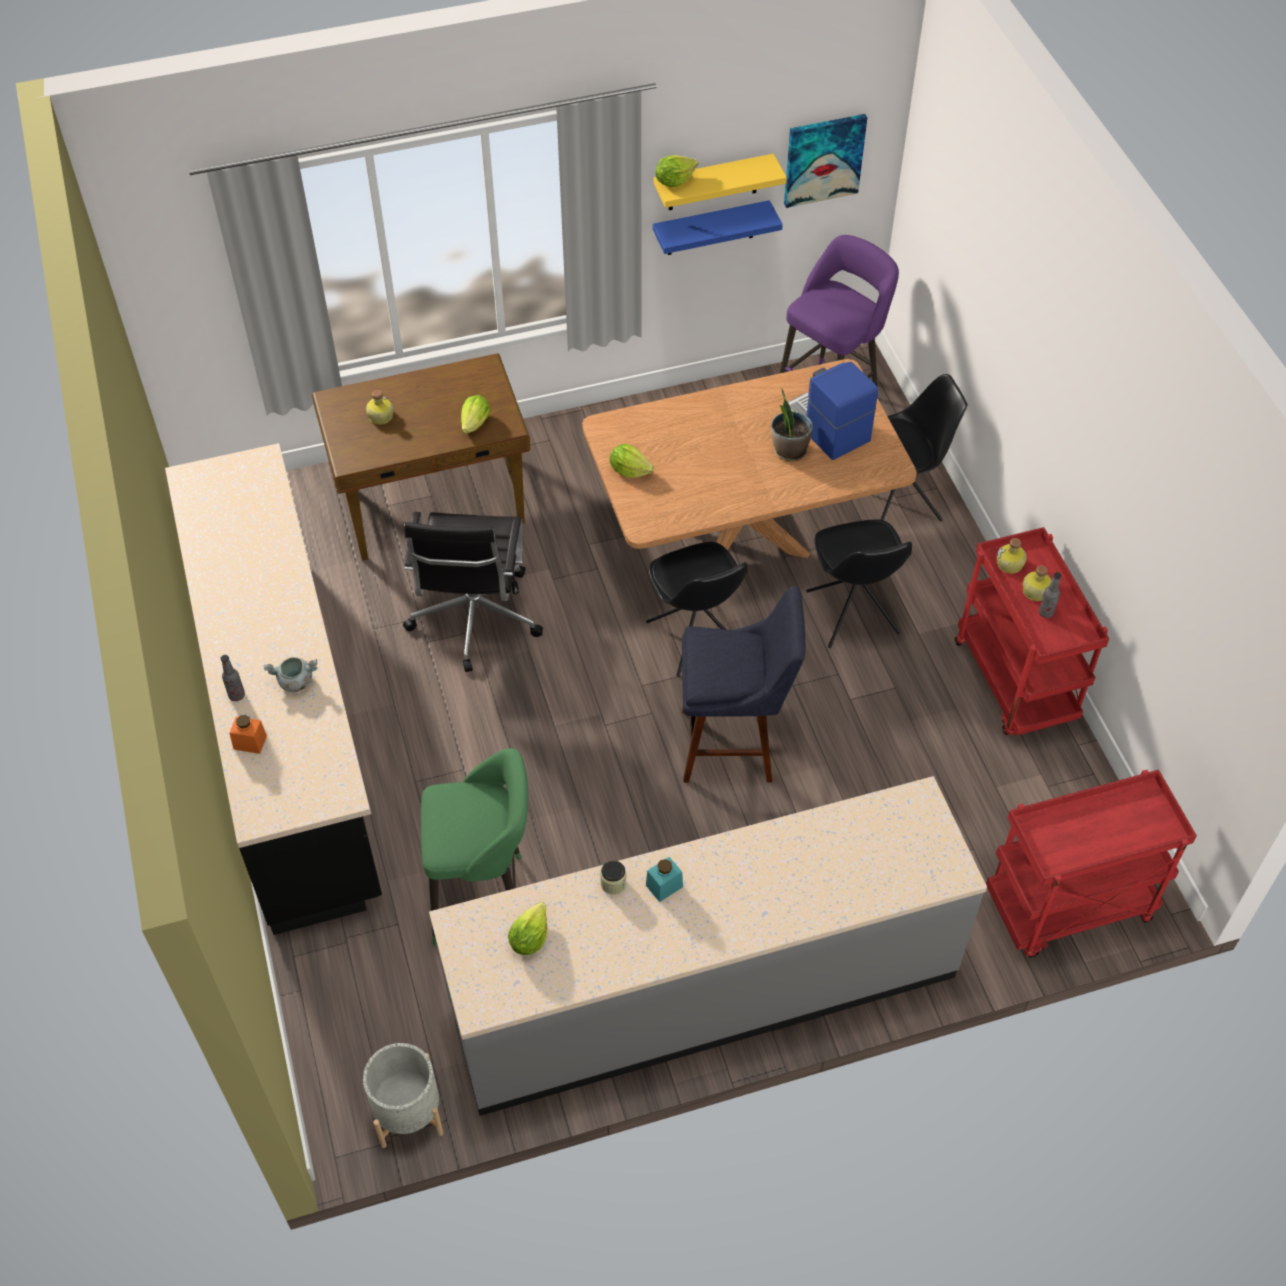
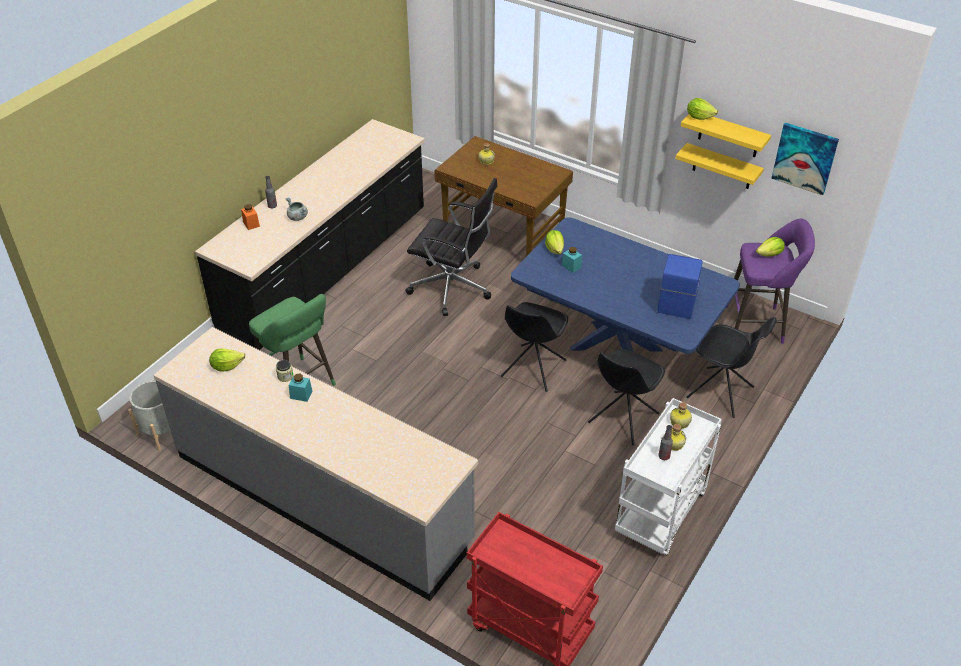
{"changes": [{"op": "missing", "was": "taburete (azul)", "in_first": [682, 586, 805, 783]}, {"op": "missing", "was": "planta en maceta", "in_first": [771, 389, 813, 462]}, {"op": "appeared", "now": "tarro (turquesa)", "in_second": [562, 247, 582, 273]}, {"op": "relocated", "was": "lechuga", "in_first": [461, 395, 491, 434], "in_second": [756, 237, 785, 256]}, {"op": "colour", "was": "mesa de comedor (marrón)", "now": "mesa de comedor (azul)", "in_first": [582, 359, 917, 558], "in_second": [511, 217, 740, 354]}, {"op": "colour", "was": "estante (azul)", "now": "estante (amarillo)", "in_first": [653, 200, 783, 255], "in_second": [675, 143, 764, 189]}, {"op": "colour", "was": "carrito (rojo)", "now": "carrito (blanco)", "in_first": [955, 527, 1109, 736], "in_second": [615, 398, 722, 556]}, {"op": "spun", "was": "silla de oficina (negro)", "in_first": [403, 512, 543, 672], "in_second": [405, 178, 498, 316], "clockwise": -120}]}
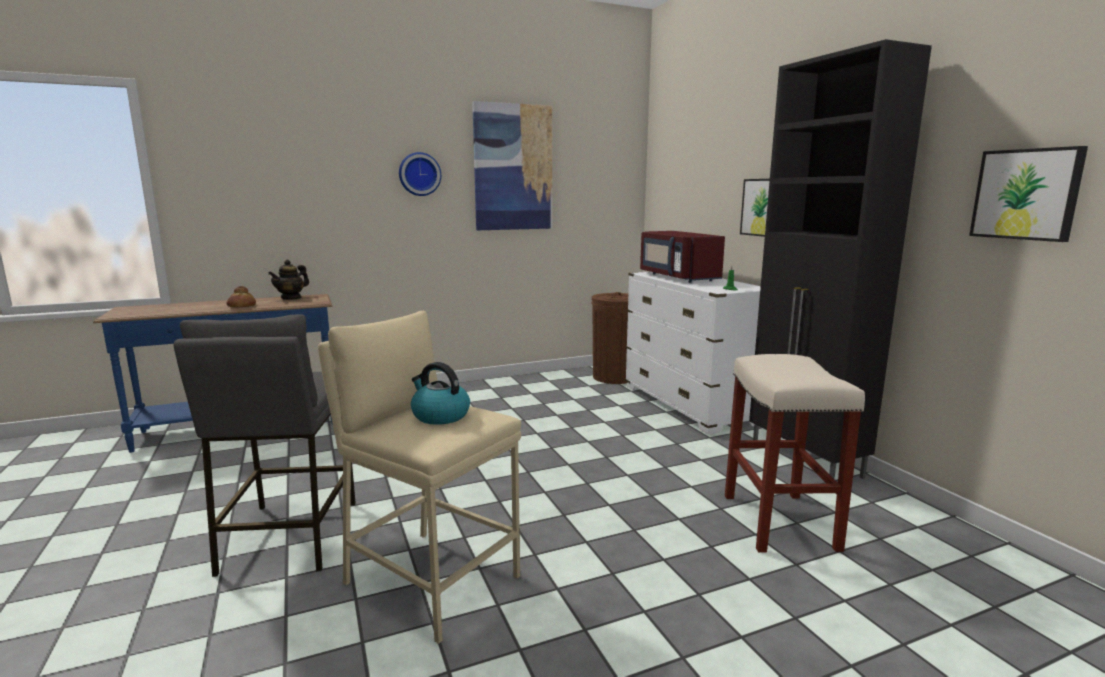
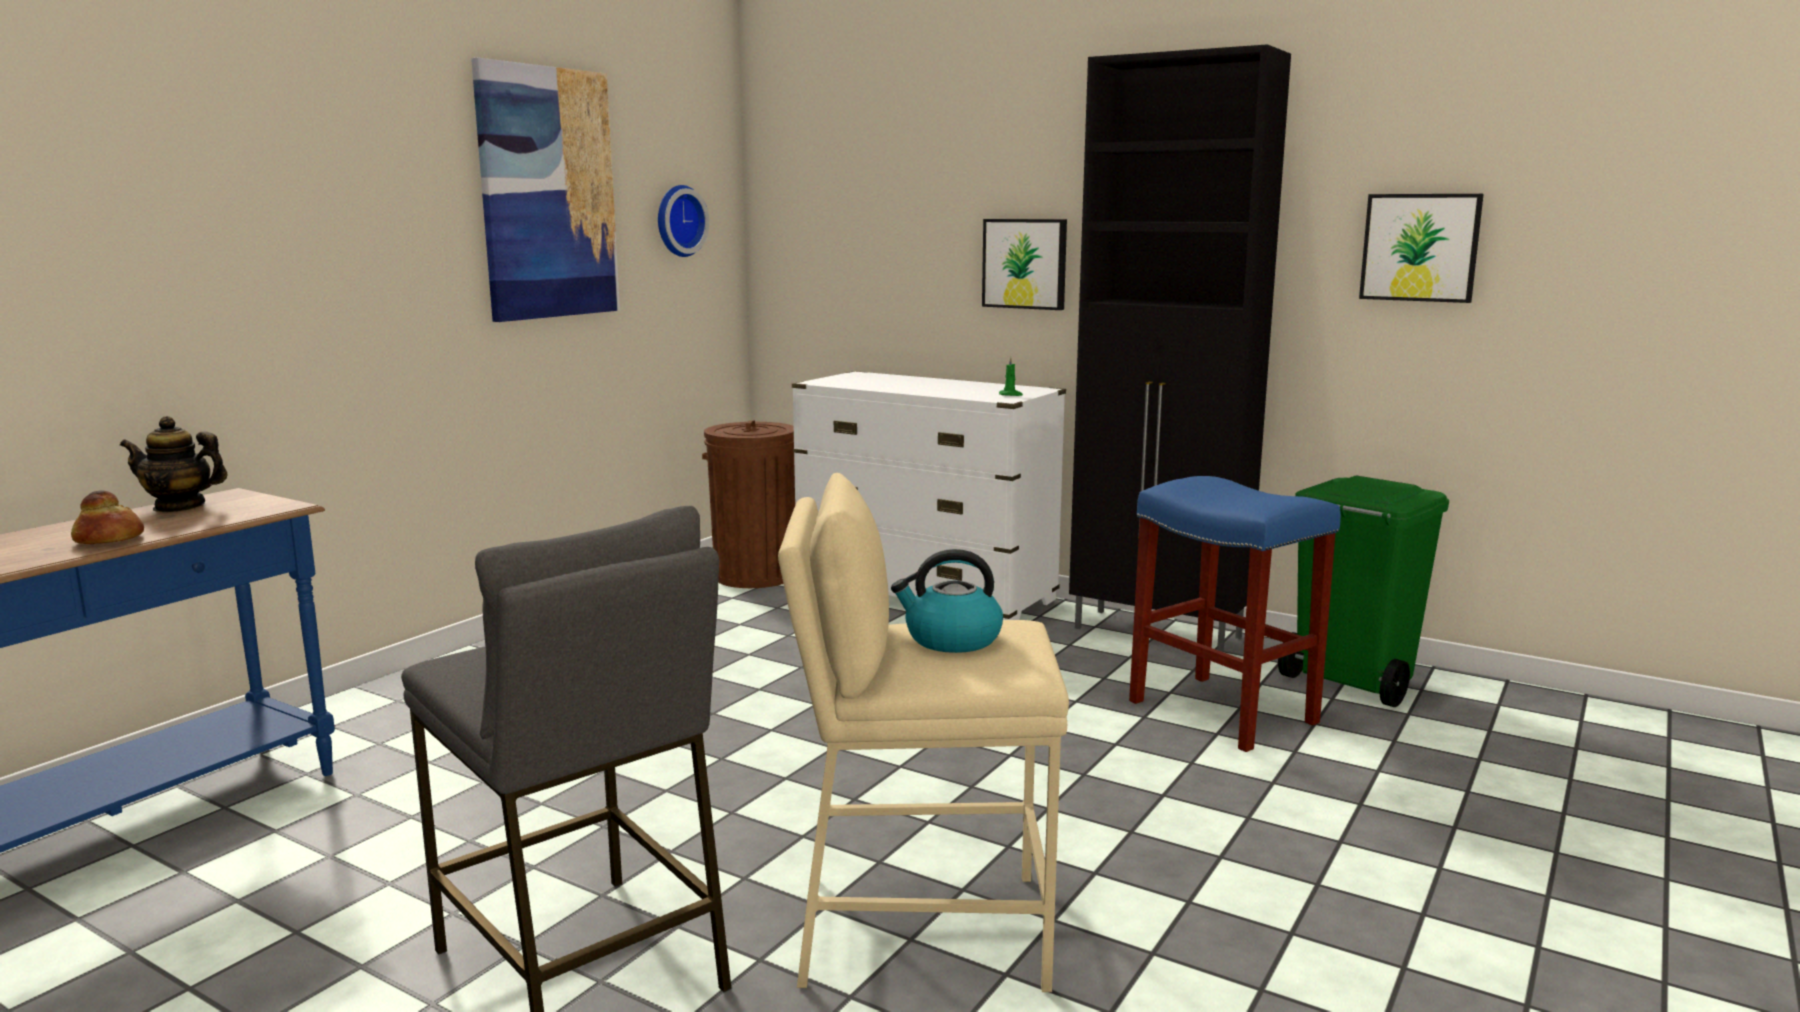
{"changes": [{"op": "missing", "was": "microondas (rojo)", "in_first": [640, 231, 725, 283]}, {"op": "appeared", "now": "papelera (verde)", "in_second": [1278, 476, 1449, 707]}, {"op": "relocated", "was": "reloj de pared", "in_first": [399, 152, 441, 196], "in_second": [658, 185, 709, 257]}, {"op": "colour", "was": "taburete (beis)", "now": "taburete (azul)", "in_first": [725, 354, 865, 553], "in_second": [1129, 476, 1341, 752]}, {"op": "spun", "was": "tetera", "in_first": [268, 259, 309, 300], "in_second": [120, 416, 228, 512], "clockwise": 90}]}
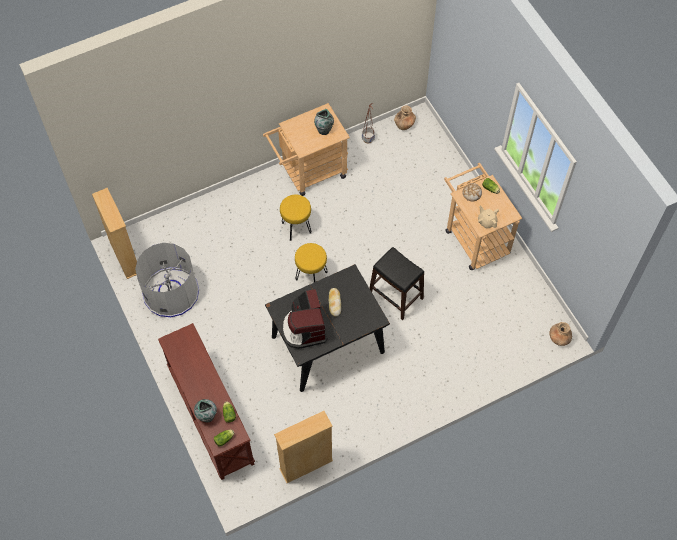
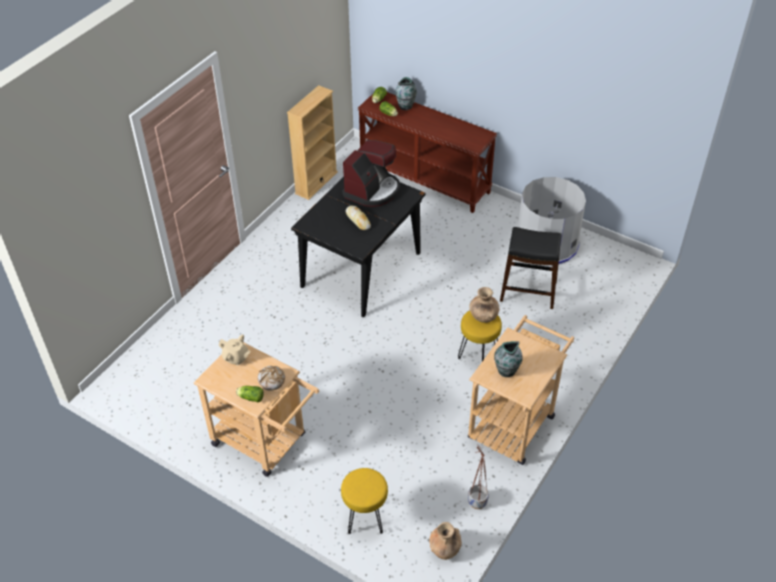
{"changes": [{"op": "missing", "was": "estantería (beis)", "in_first": [92, 188, 137, 279]}, {"op": "relocated", "was": "taburete (amarillo)", "in_first": [295, 243, 328, 282], "in_second": [341, 468, 388, 534]}, {"op": "relocated", "was": "taburete (negro)", "in_first": [370, 247, 424, 320], "in_second": [500, 227, 562, 309]}, {"op": "relocated", "was": "florero (marrón)", "in_first": [549, 322, 572, 346], "in_second": [469, 287, 500, 323]}, {"op": "spun", "was": "cafetera", "in_first": [281, 289, 328, 349], "in_second": [342, 140, 400, 207], "clockwise": 75}]}
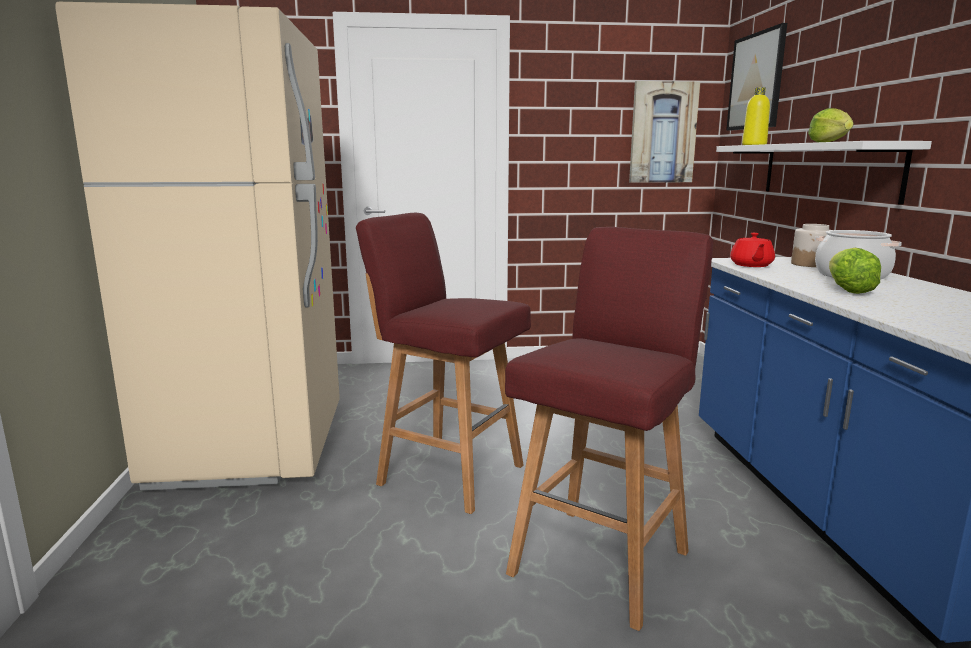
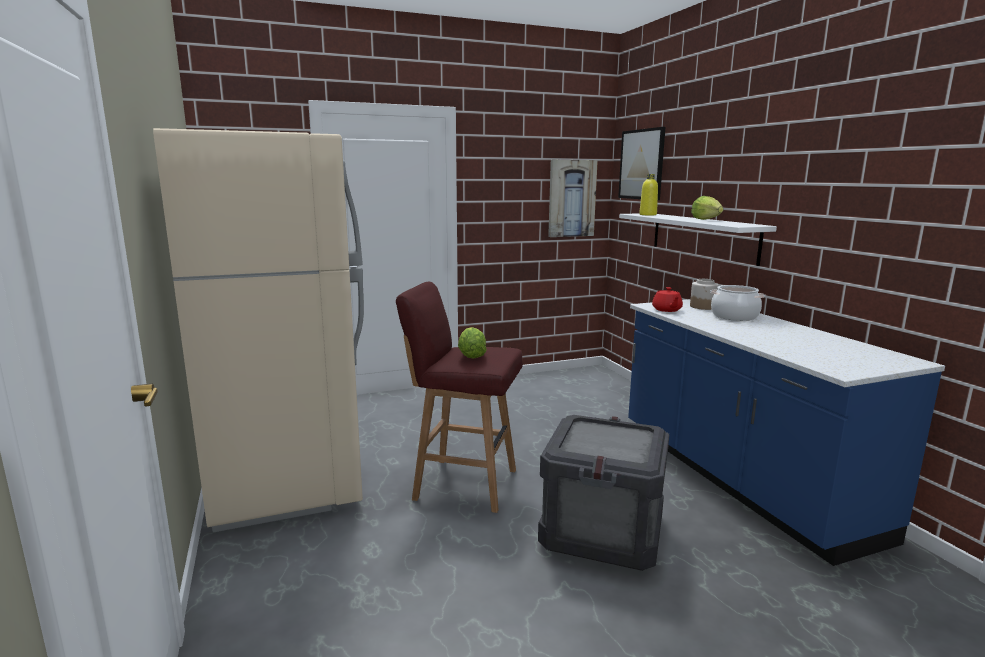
{"changes": [{"op": "relocated", "was": "lechuga", "in_first": [829, 248, 881, 294], "in_second": [458, 327, 487, 359]}, {"op": "exchanged", "was": "taburete (rojo)", "now": "caja de embalaje", "in_first": [505, 227, 713, 631], "in_second": [538, 415, 669, 571]}]}
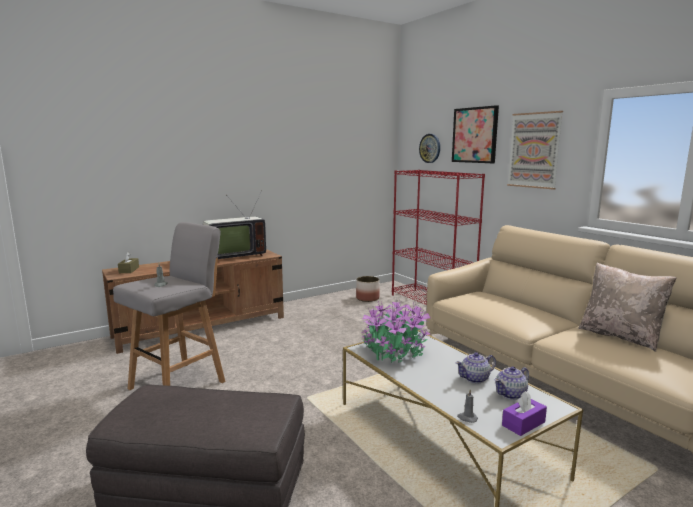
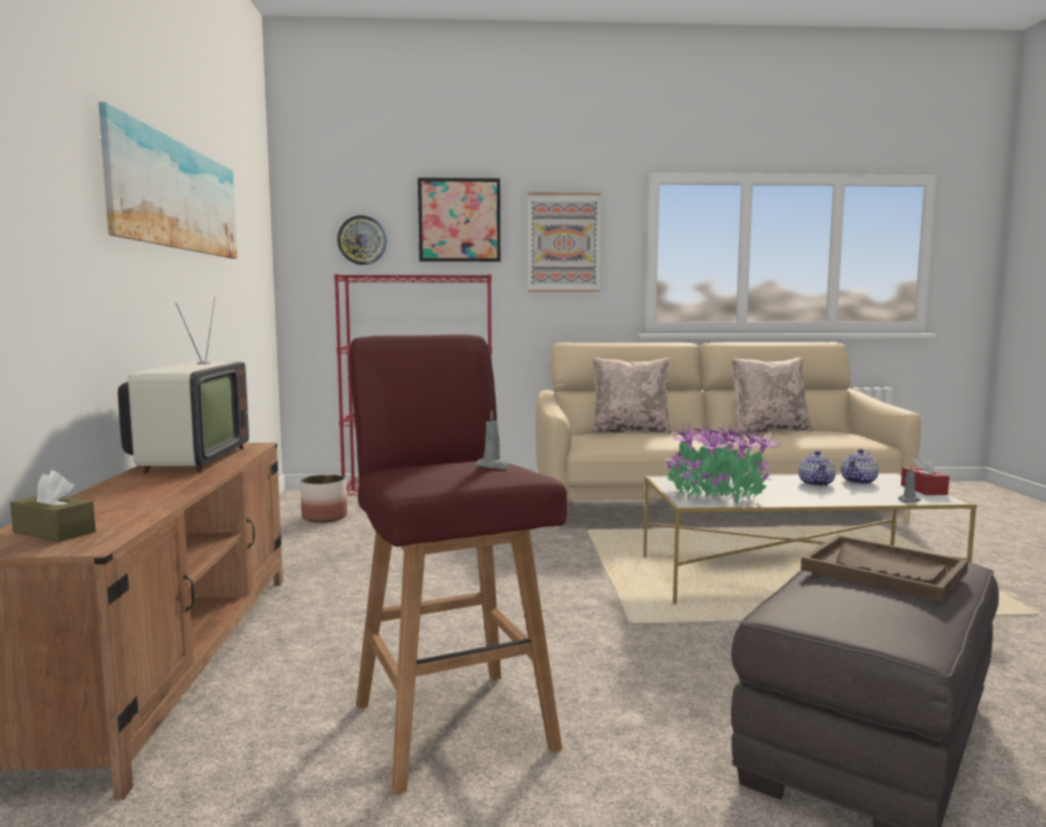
{"changes": [{"op": "appeared", "now": "cuadro", "in_second": [98, 102, 237, 259]}, {"op": "appeared", "now": "cojín (beis)", "in_second": [591, 357, 671, 434]}, {"op": "appeared", "now": "bandeja (marrón)", "in_second": [801, 535, 968, 602]}, {"op": "colour", "was": "taburete (gris)", "now": "taburete (rojo)", "in_first": [113, 222, 225, 390], "in_second": [350, 334, 567, 794]}, {"op": "colour", "was": "caja de pañuelos (morado)", "now": "caja de pañuelos (rojo)", "in_first": [502, 391, 547, 436], "in_second": [901, 454, 949, 495]}, {"op": "spun", "was": "tetera", "in_first": [495, 366, 529, 400], "in_second": [841, 449, 879, 484], "clockwise": 45}]}
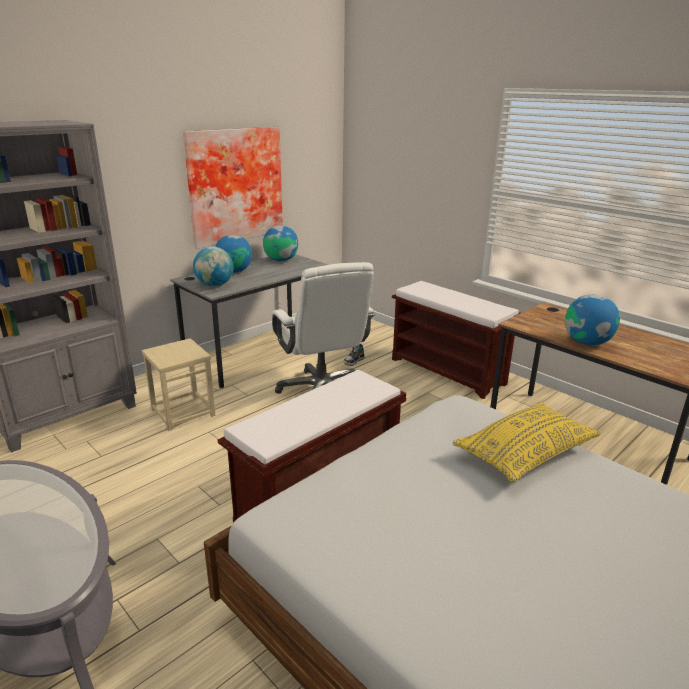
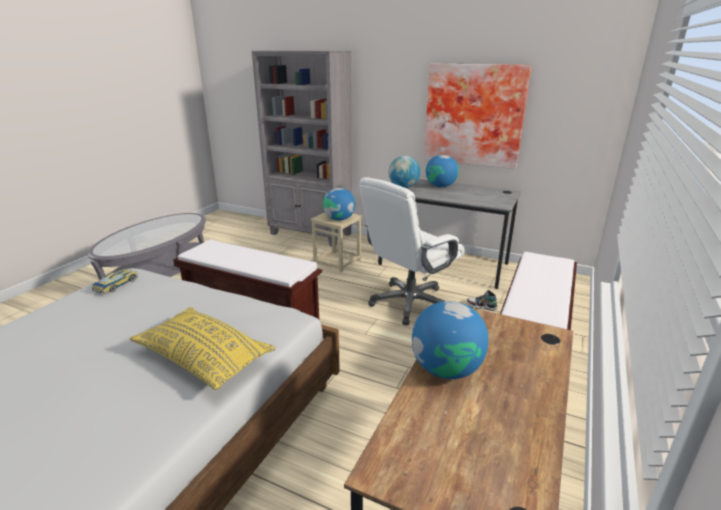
{"changes": [{"op": "appeared", "now": "coche de juguete", "in_second": [92, 269, 138, 293]}, {"op": "relocated", "was": "globo terráqueo", "in_first": [263, 226, 298, 261], "in_second": [323, 188, 355, 221]}]}
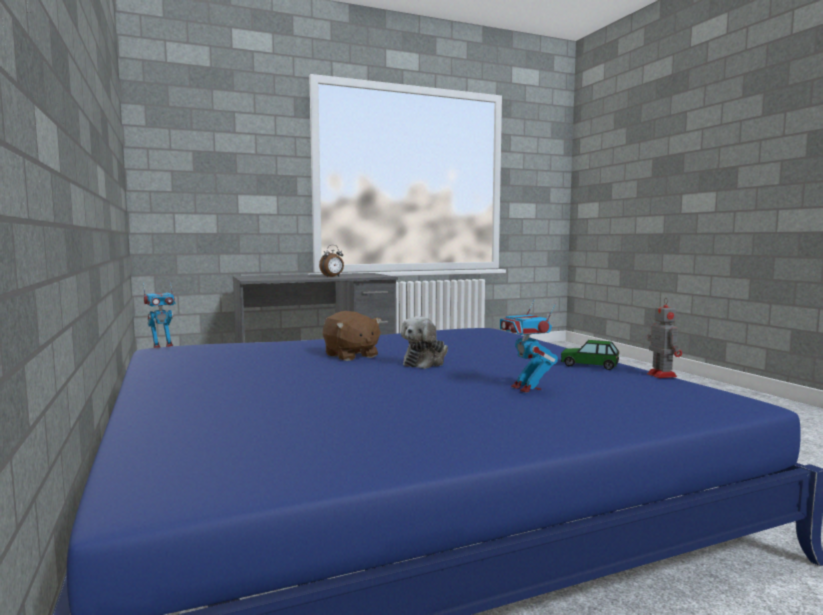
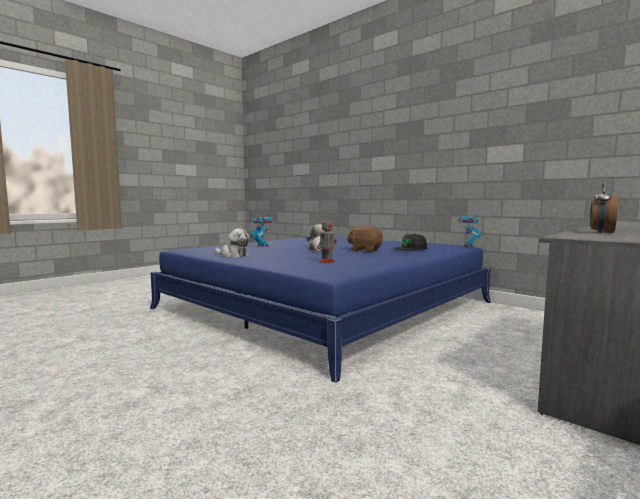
{"changes": [{"op": "appeared", "now": "gorra (negro)", "in_second": [394, 234, 427, 250]}, {"op": "relocated", "was": "robot de juguete", "in_first": [647, 298, 682, 378], "in_second": [317, 217, 337, 263]}, {"op": "exchanged", "was": "coche de juguete", "now": "peluche", "in_first": [561, 340, 619, 370], "in_second": [215, 228, 250, 258]}]}
